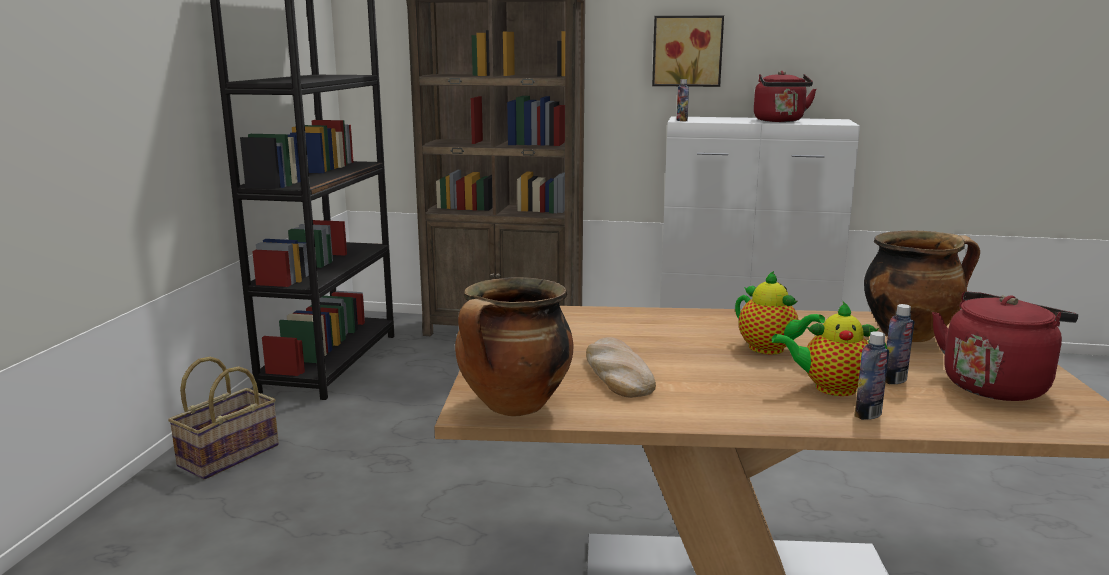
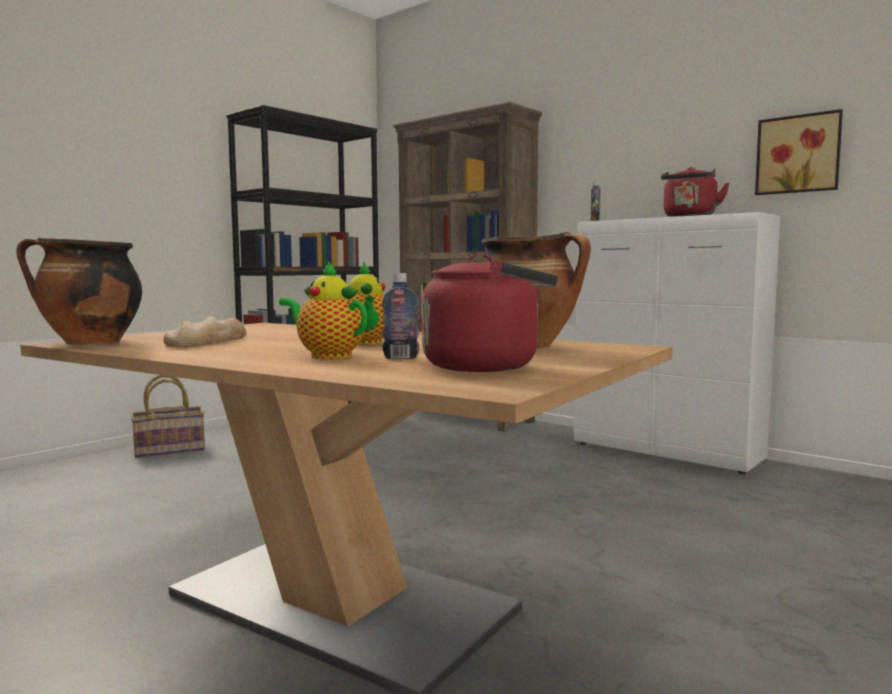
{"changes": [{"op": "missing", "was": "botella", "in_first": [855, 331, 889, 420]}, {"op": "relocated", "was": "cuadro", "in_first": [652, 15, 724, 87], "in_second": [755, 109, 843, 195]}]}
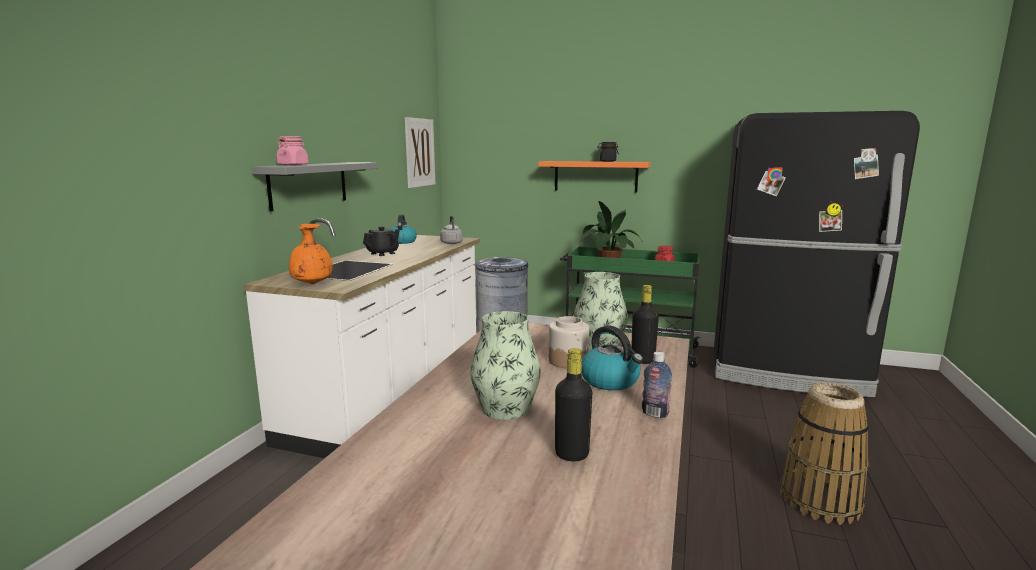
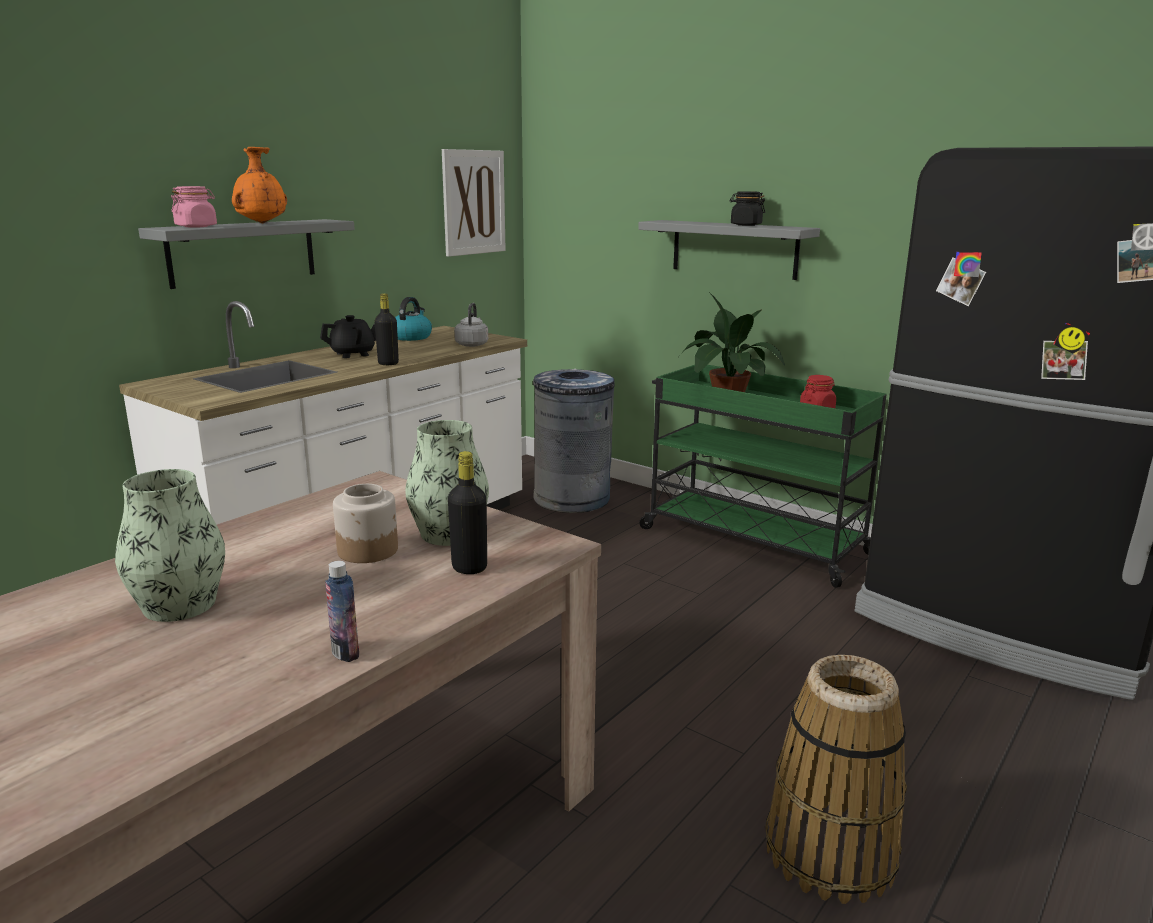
{"changes": [{"op": "missing", "was": "hervidor", "in_first": [581, 326, 643, 390]}, {"op": "relocated", "was": "florero (naranja)", "in_first": [289, 224, 332, 284], "in_second": [232, 147, 287, 223]}, {"op": "relocated", "was": "botella (negro)", "in_first": [555, 348, 592, 461], "in_second": [374, 294, 399, 365]}, {"op": "colour", "was": "estante (naranja)", "now": "estante (gris)", "in_first": [538, 161, 650, 193], "in_second": [638, 220, 820, 280]}]}
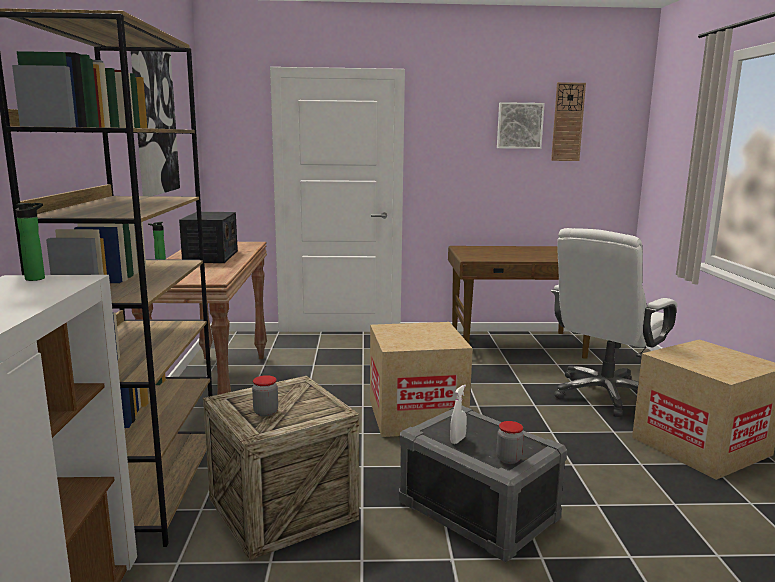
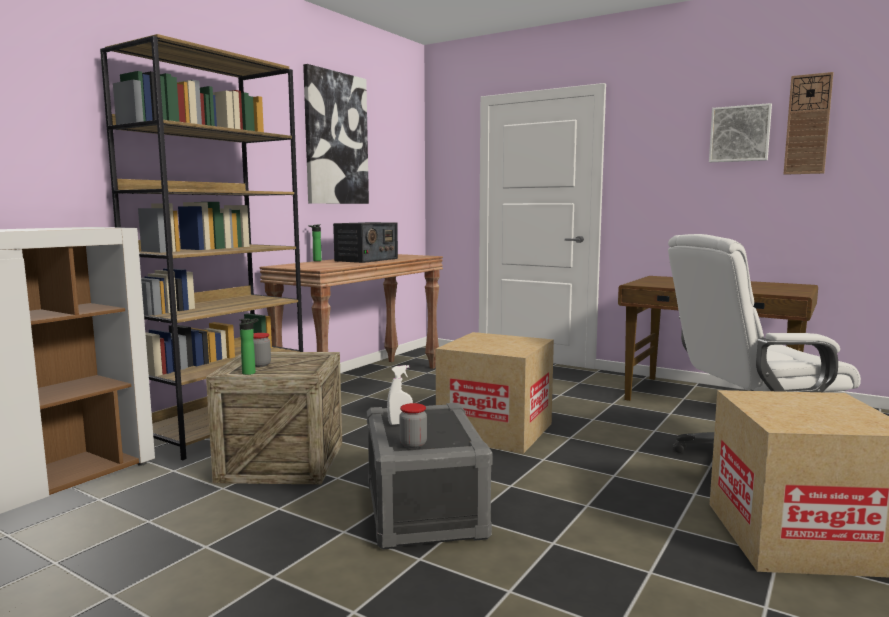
{"changes": [{"op": "relocated", "was": "botella", "in_first": [16, 203, 45, 281], "in_second": [239, 318, 259, 375]}]}
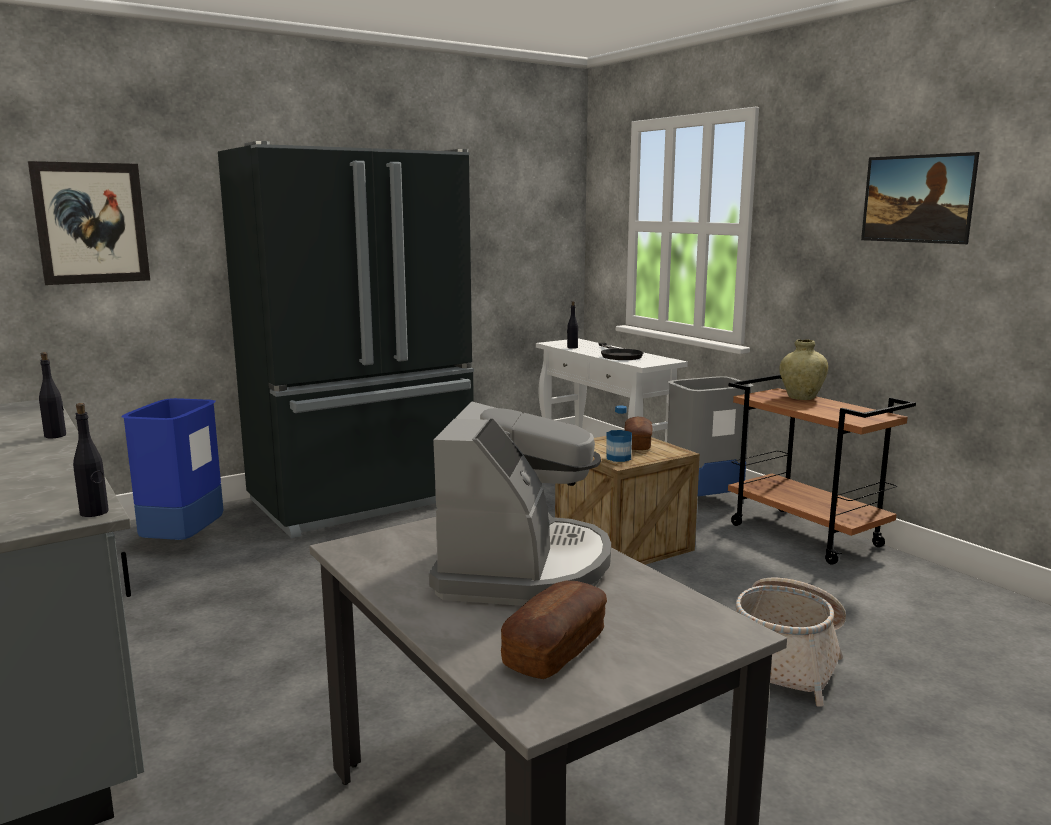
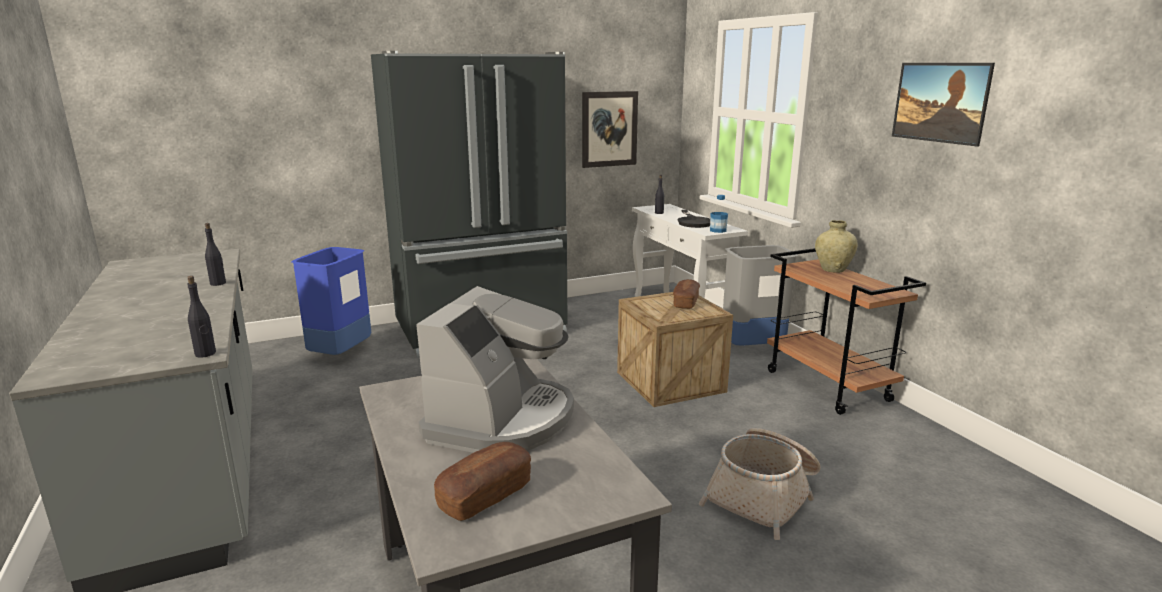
{"changes": [{"op": "relocated", "was": "cuadro", "in_first": [28, 161, 150, 285], "in_second": [582, 91, 638, 168]}, {"op": "relocated", "was": "botella", "in_first": [607, 406, 632, 462], "in_second": [710, 195, 728, 233]}]}
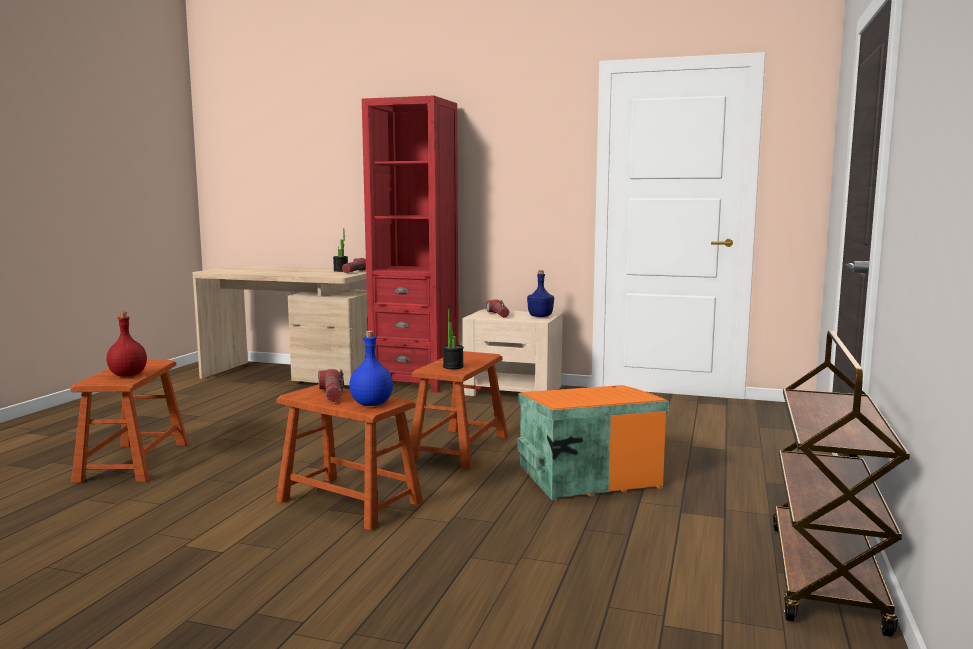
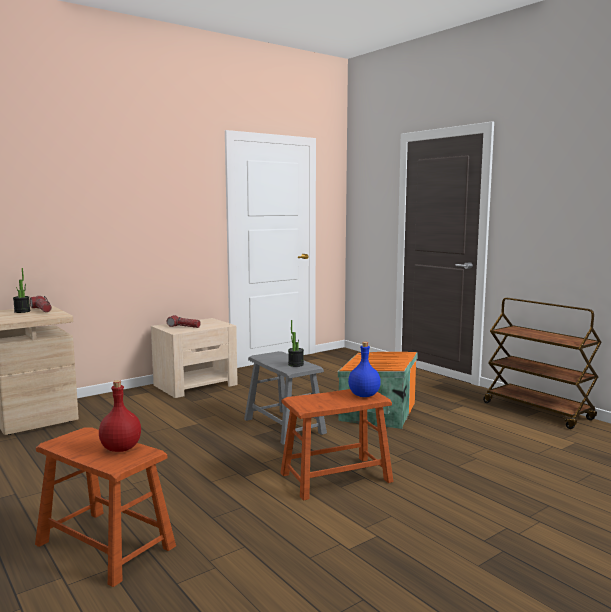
{"changes": [{"op": "missing", "was": "linterna", "in_first": [318, 369, 344, 402]}, {"op": "missing", "was": "estantería (rojo)", "in_first": [362, 96, 459, 393]}, {"op": "missing", "was": "botella (azul)", "in_first": [527, 270, 554, 317]}, {"op": "colour", "was": "taburete (marrón)", "now": "taburete (gris)", "in_first": [410, 351, 508, 469], "in_second": [244, 351, 327, 445]}]}
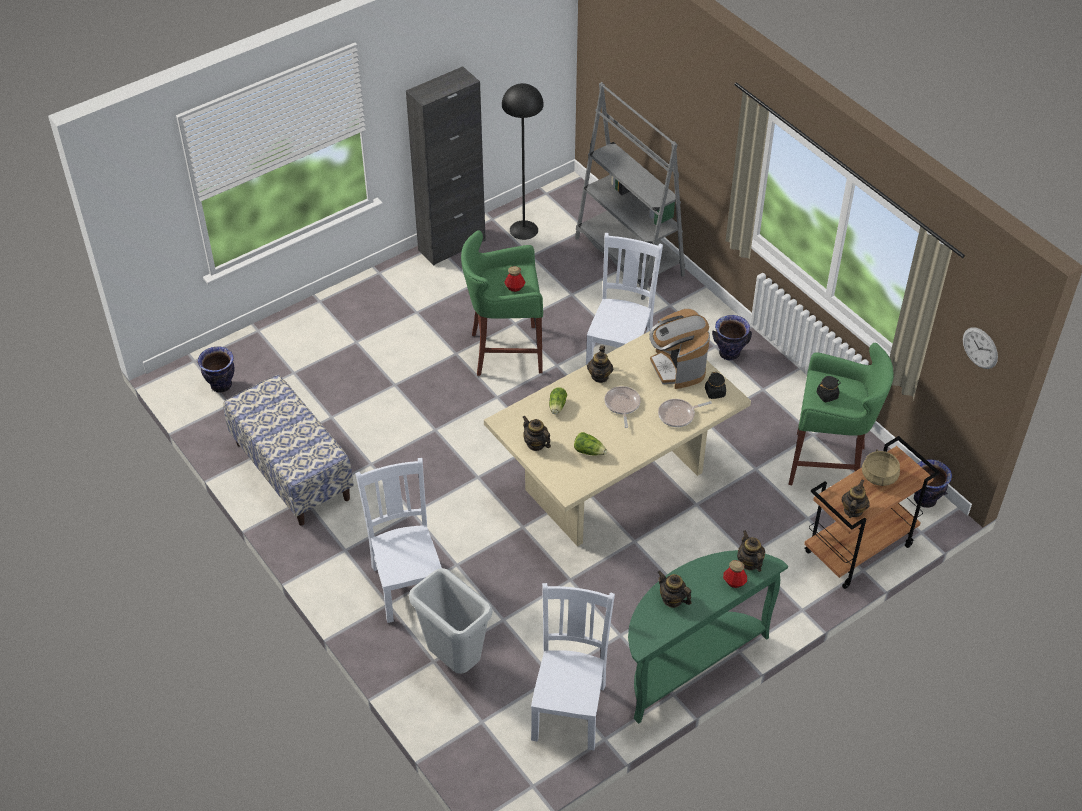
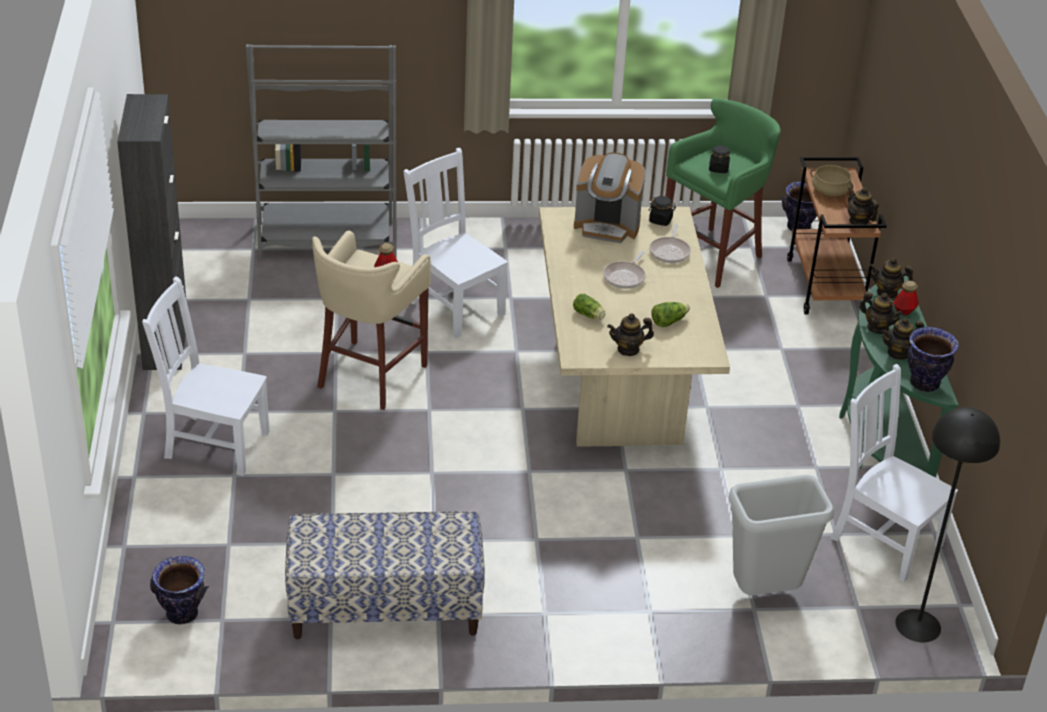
{"changes": [{"op": "missing", "was": "reloj de pared", "in_first": [963, 327, 998, 369]}, {"op": "relocated", "was": "silla (blanco)", "in_first": [355, 458, 442, 623], "in_second": [142, 276, 270, 476]}, {"op": "relocated", "was": "lámpara de pie (negro)", "in_first": [502, 83, 544, 240], "in_second": [895, 407, 1000, 643]}, {"op": "relocated", "was": "tetera", "in_first": [587, 345, 613, 383], "in_second": [860, 292, 903, 334]}, {"op": "relocated", "was": "florero", "in_first": [712, 315, 752, 361], "in_second": [907, 327, 959, 392]}, {"op": "colour", "was": "taburete (verde)", "now": "taburete (beis)", "in_first": [461, 230, 543, 376], "in_second": [312, 230, 431, 410]}, {"op": "spun", "was": "sartén", "in_first": [605, 386, 641, 428], "in_second": [603, 251, 646, 289], "clockwise": -90}]}
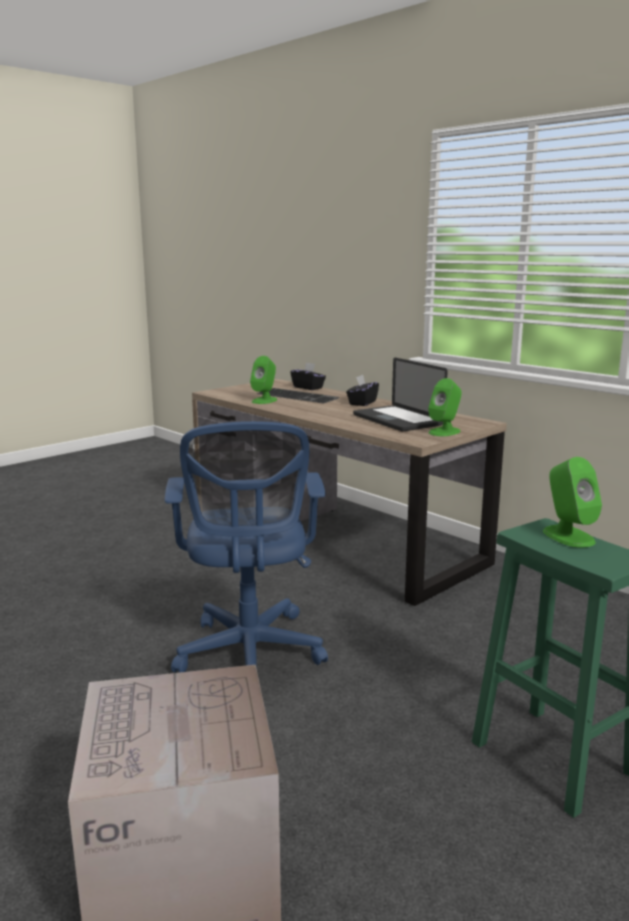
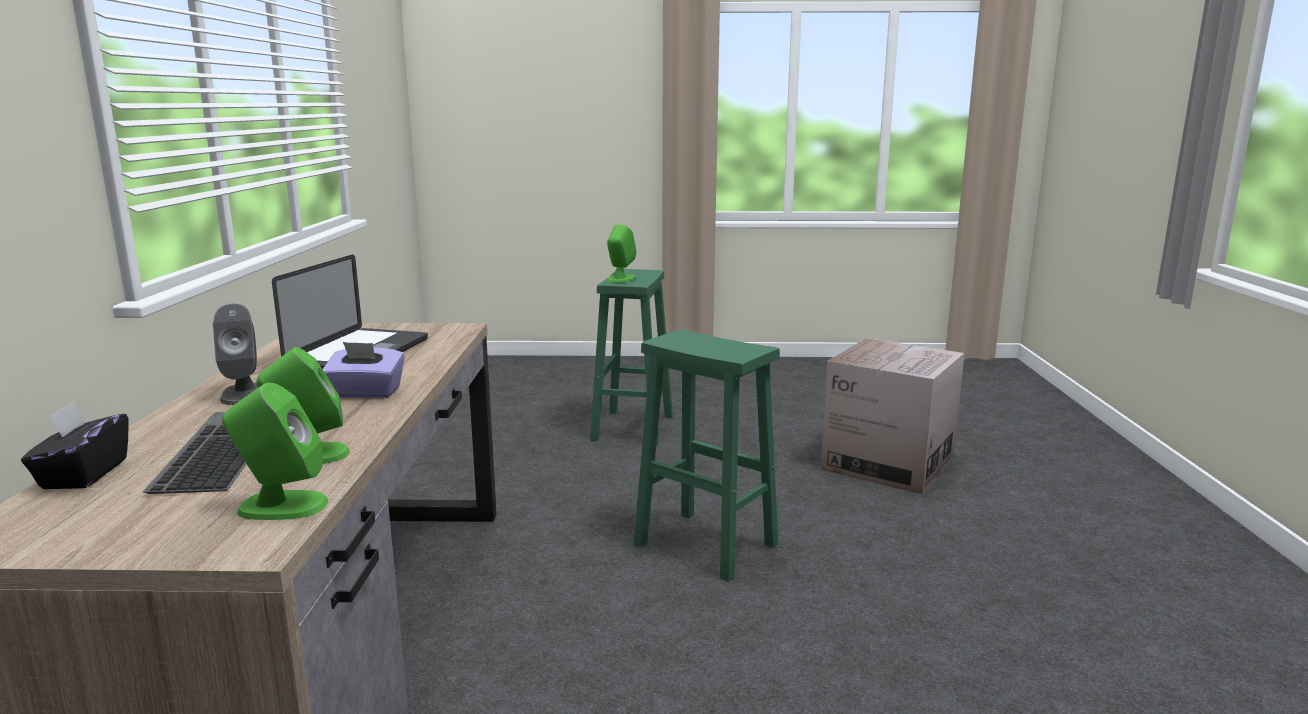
{"changes": [{"op": "appeared", "now": "caja de pañuelos (morado)", "in_second": [323, 342, 404, 398]}, {"op": "relocated", "was": "altavoz (verde)", "in_first": [428, 378, 462, 436], "in_second": [222, 383, 328, 520]}, {"op": "exchanged", "was": "silla de oficina (azul)", "now": "taburete (verde)", "in_first": [165, 421, 328, 673], "in_second": [634, 329, 780, 582]}, {"op": "exchanged", "was": "caja de pañuelos (negro)", "now": "altavoz (gris)", "in_first": [346, 375, 379, 406], "in_second": [213, 304, 258, 405]}]}
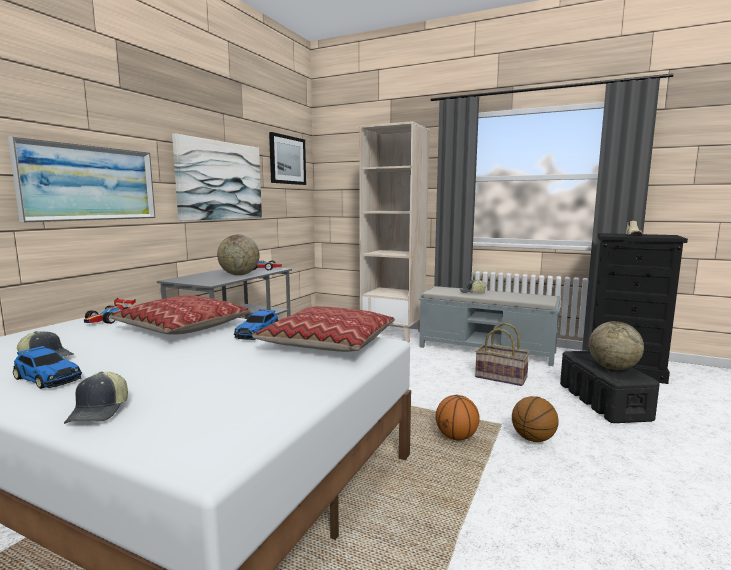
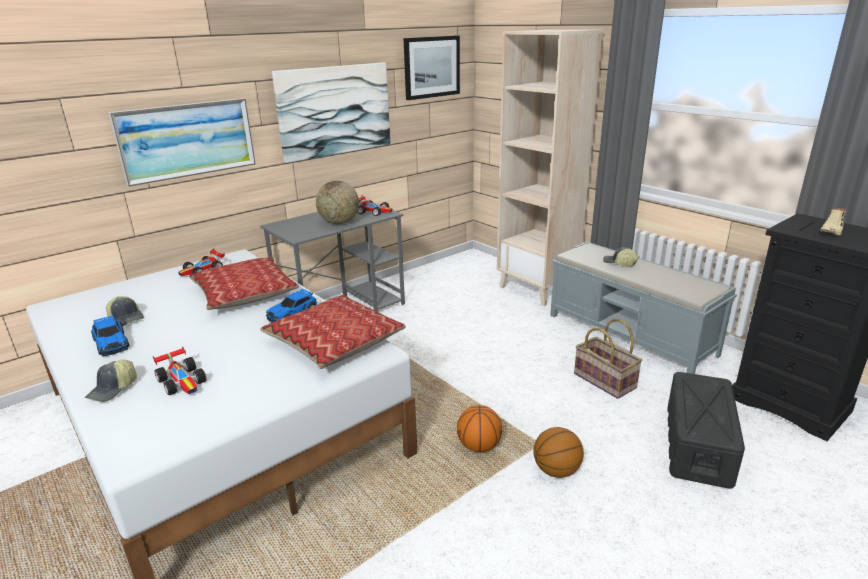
{"changes": [{"op": "missing", "was": "globo terráqueo", "in_first": [589, 321, 644, 370]}, {"op": "appeared", "now": "coche de juguete", "in_second": [153, 346, 207, 395]}]}
